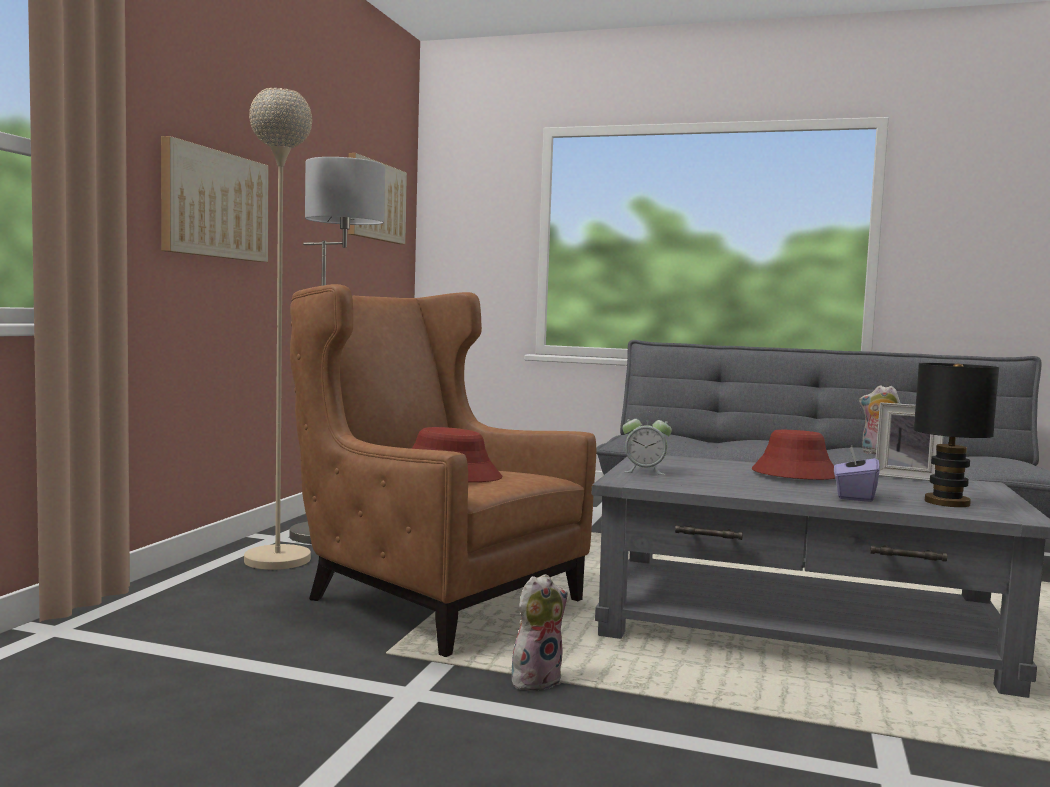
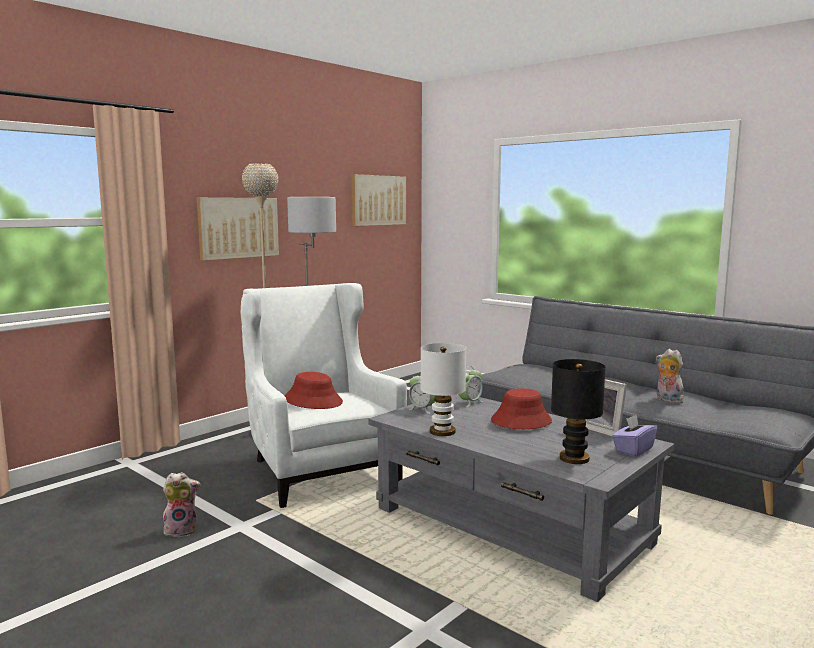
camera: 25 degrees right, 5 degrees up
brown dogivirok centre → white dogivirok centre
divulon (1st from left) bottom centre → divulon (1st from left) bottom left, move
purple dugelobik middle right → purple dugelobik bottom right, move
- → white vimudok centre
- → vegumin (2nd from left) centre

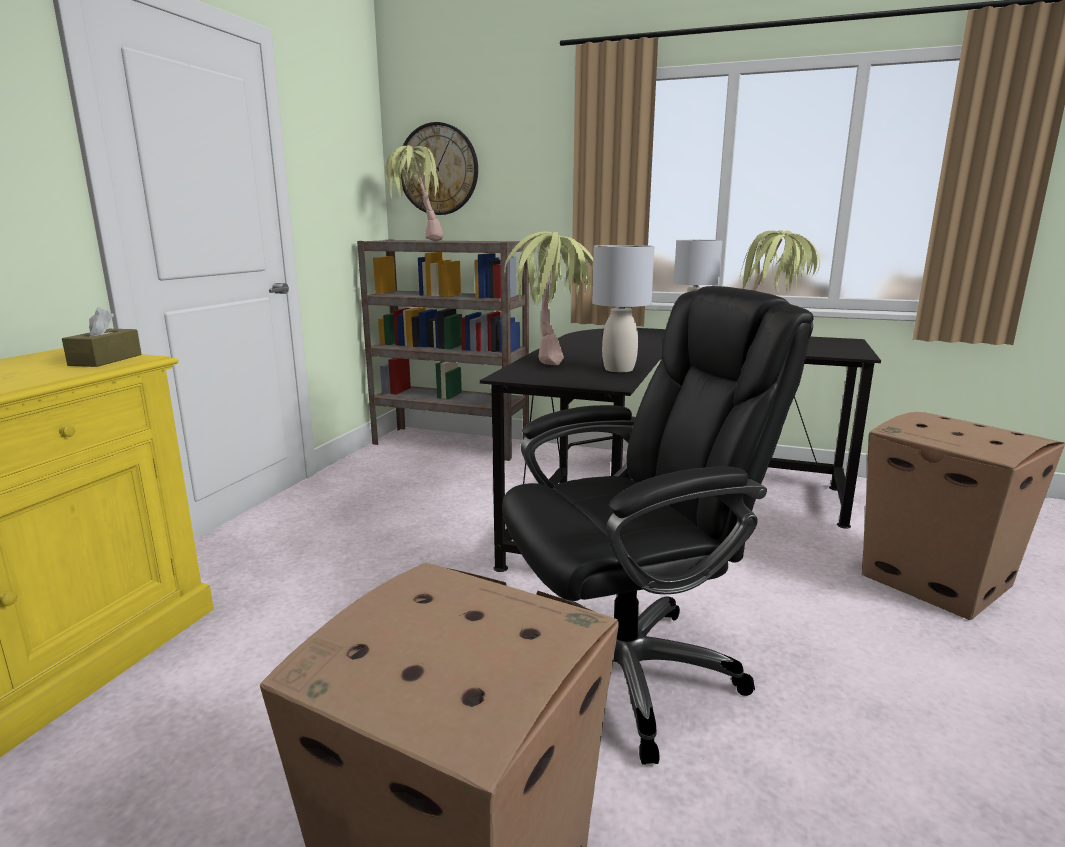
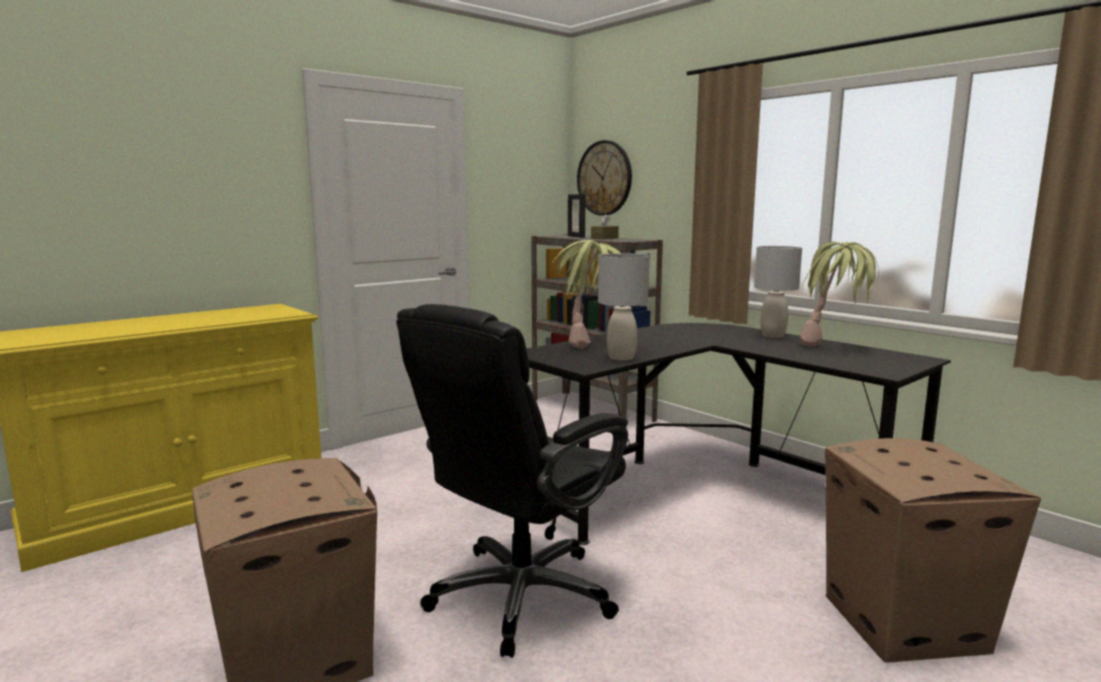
camera: 30 degrees right, 5 degrees down
brown dugelobik middle left → brown dugelobik top centre, move
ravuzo (1st from left) top centre → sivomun top centre
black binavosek centre → black binavosek bottom centre, 120 degrees clockwise

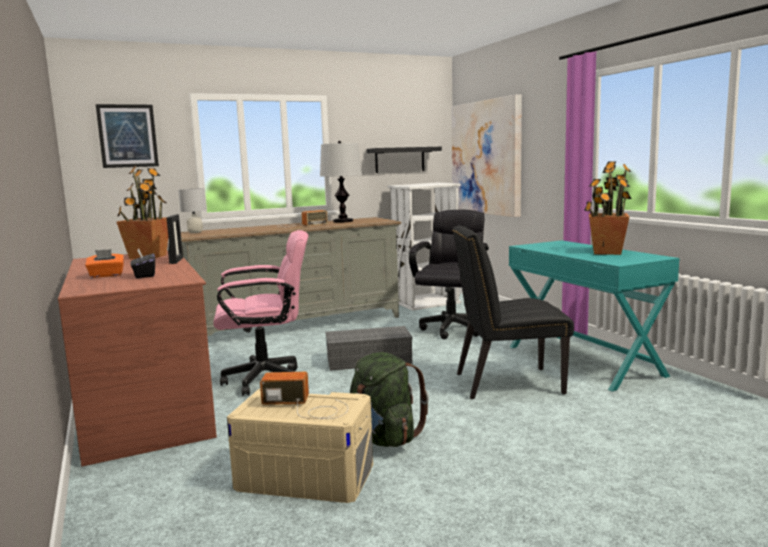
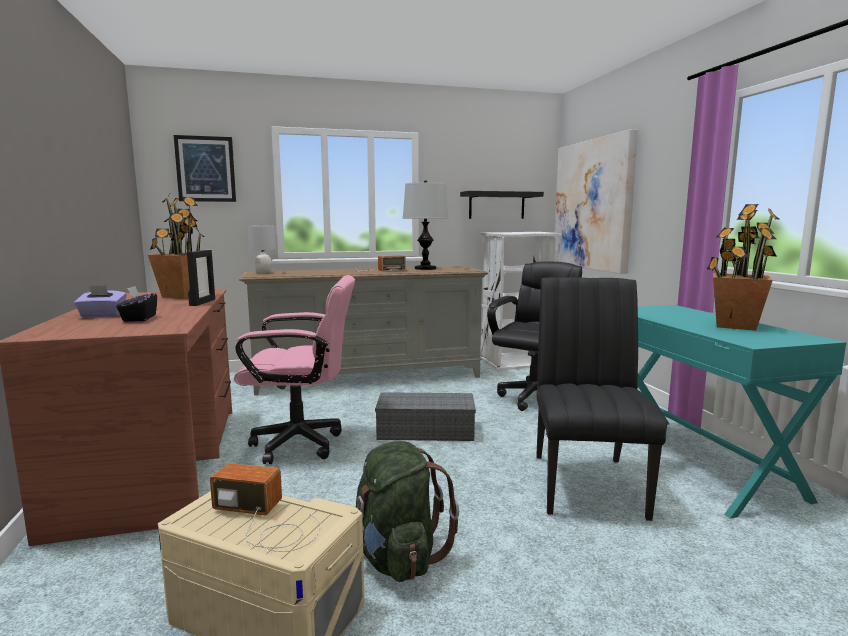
camera: 10 degrees right, 0 degrees up
orange dugelobik middle left → purple dugelobik middle left
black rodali middle right, 90 degrees clockwise

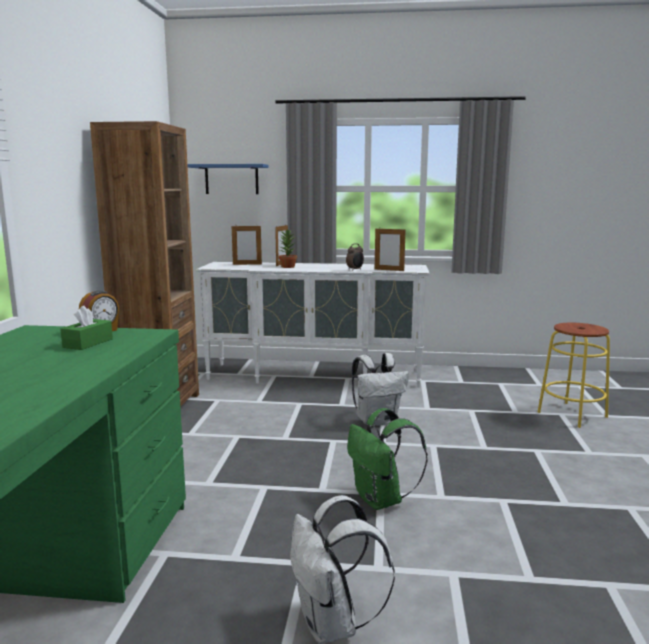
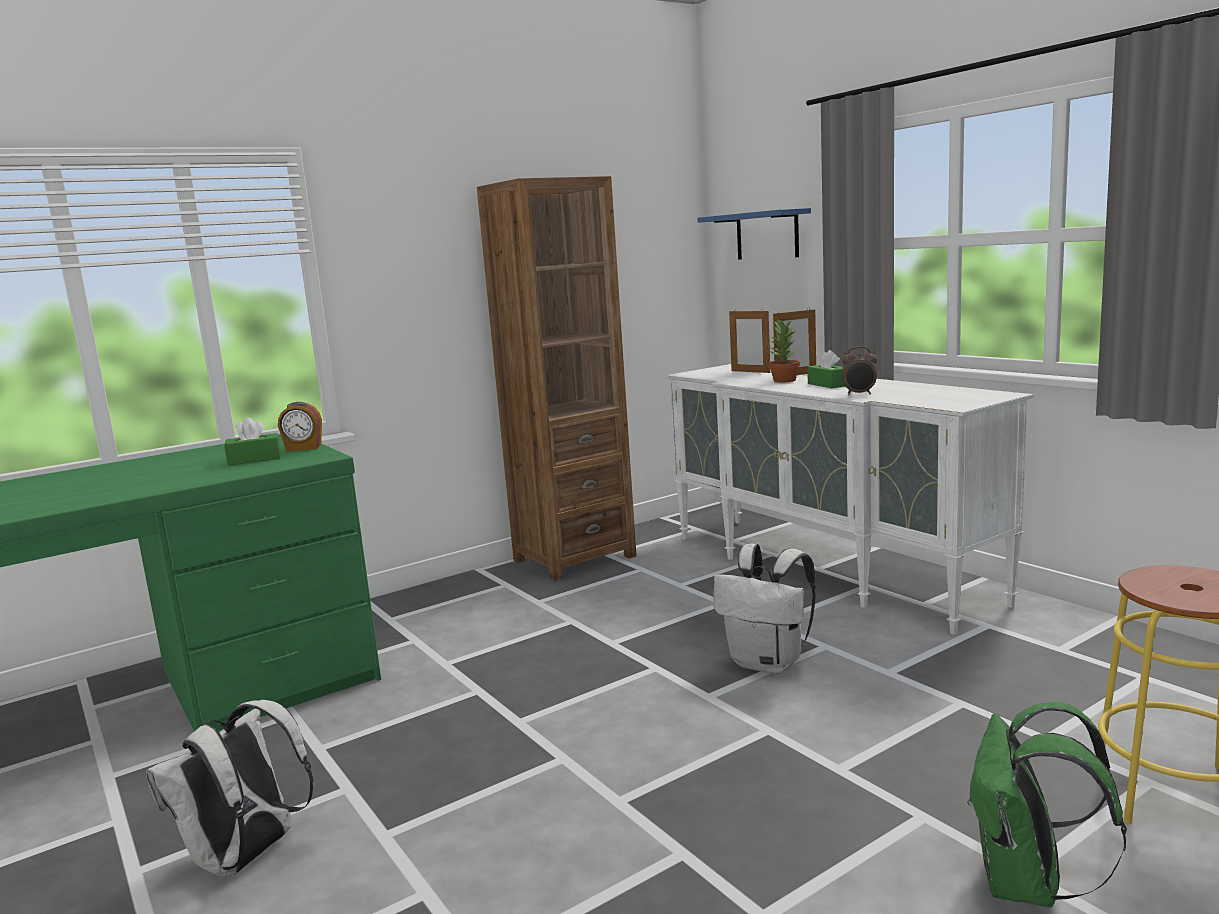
camera: 50 degrees right, 0 degrees up
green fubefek bottom centre → green fubefek bottom right, move
sivomun (3rd from left) centre → -
- → green dugelobik (2nd from left) middle right

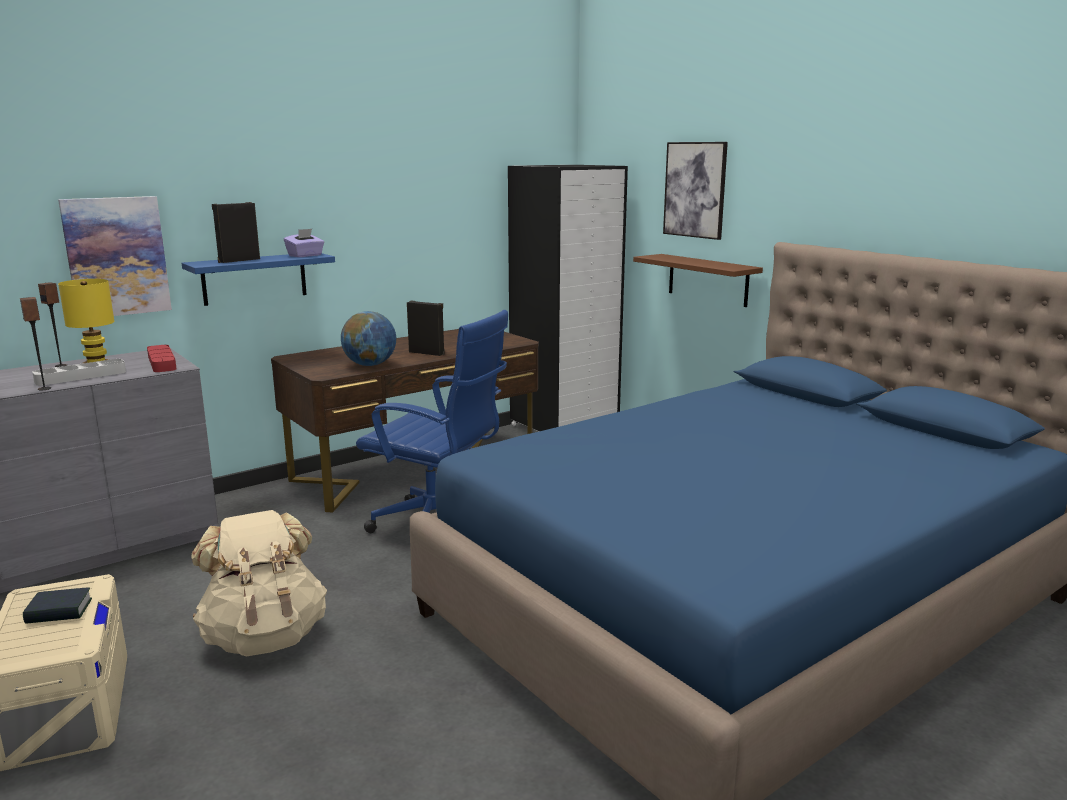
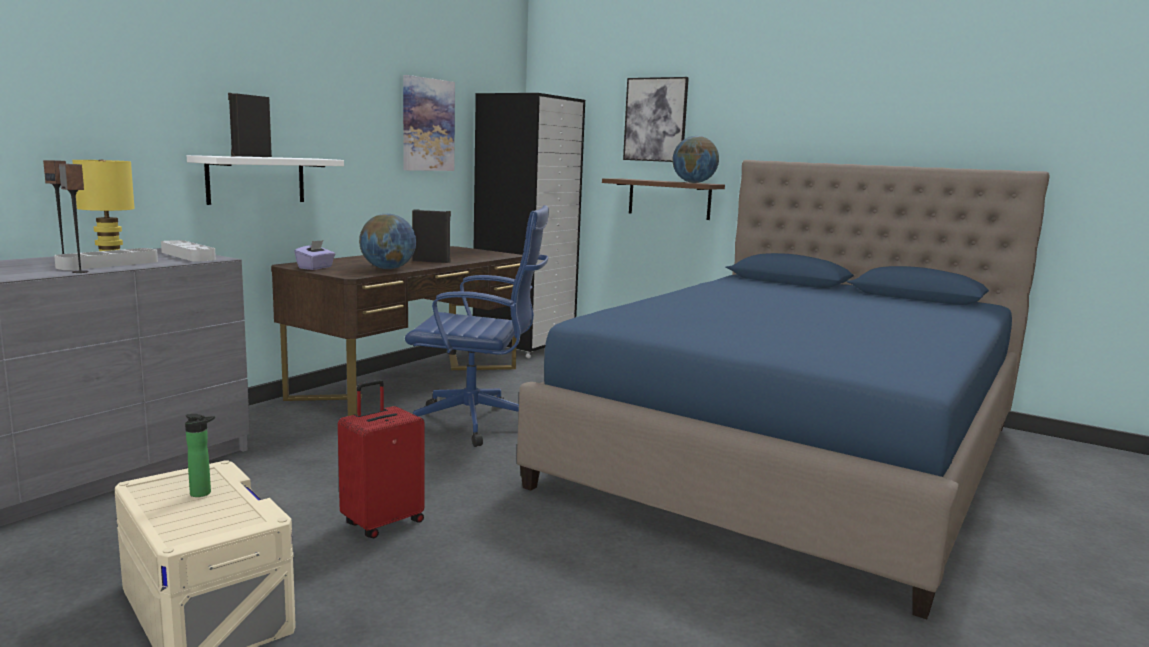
camera: 20 degrees left, 5 degrees down
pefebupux bottom left → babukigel bottom left
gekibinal (1st from left) top left → gekibinal (1st from left) top centre, move
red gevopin middle left → grey gevopin (2nd from left) middle left
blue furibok middle left → white furibok top left
beige fubefek bottom left → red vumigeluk bottom left
purple dugelobik top left → purple dugelobik middle left, move
- → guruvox (2nd from left) top centre

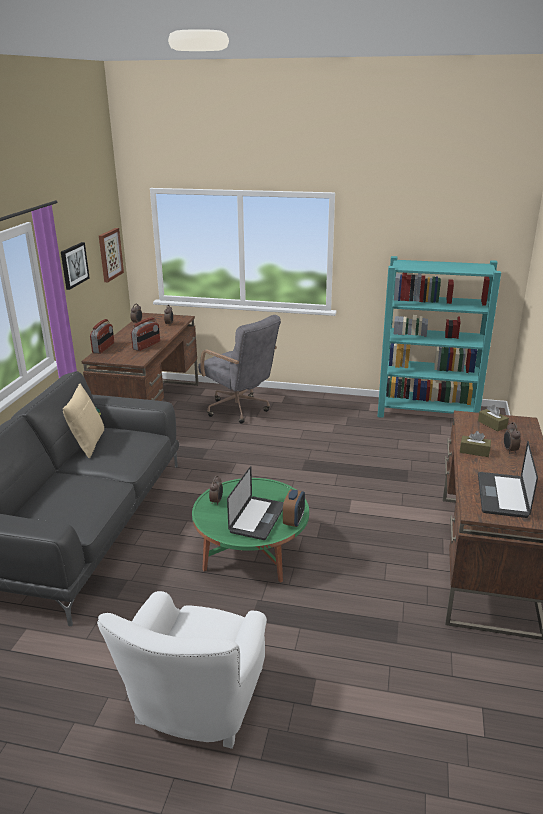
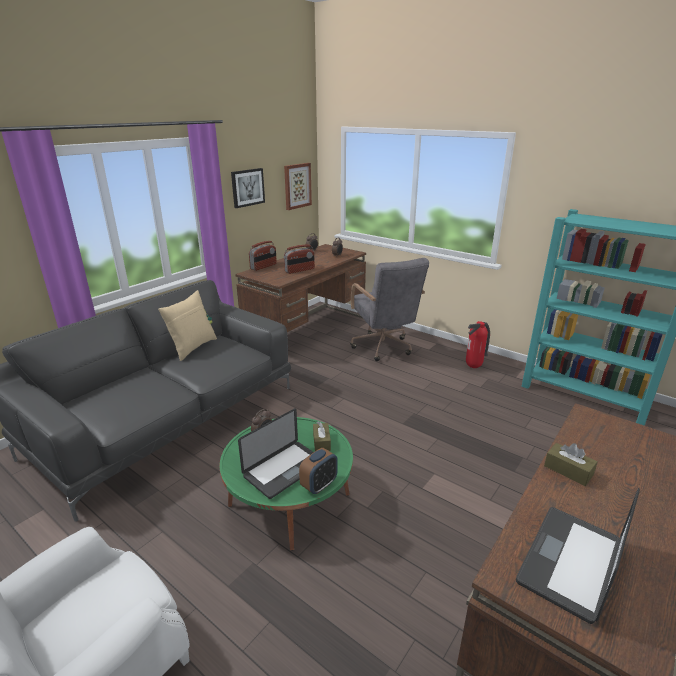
camera: 25 degrees right, 0 degrees up
brown dugelobik (2nd from left in the first image) middle right → brown dugelobik (1st from left) centre, move
vegumin (5th from left) middle right → -
- → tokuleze middle right

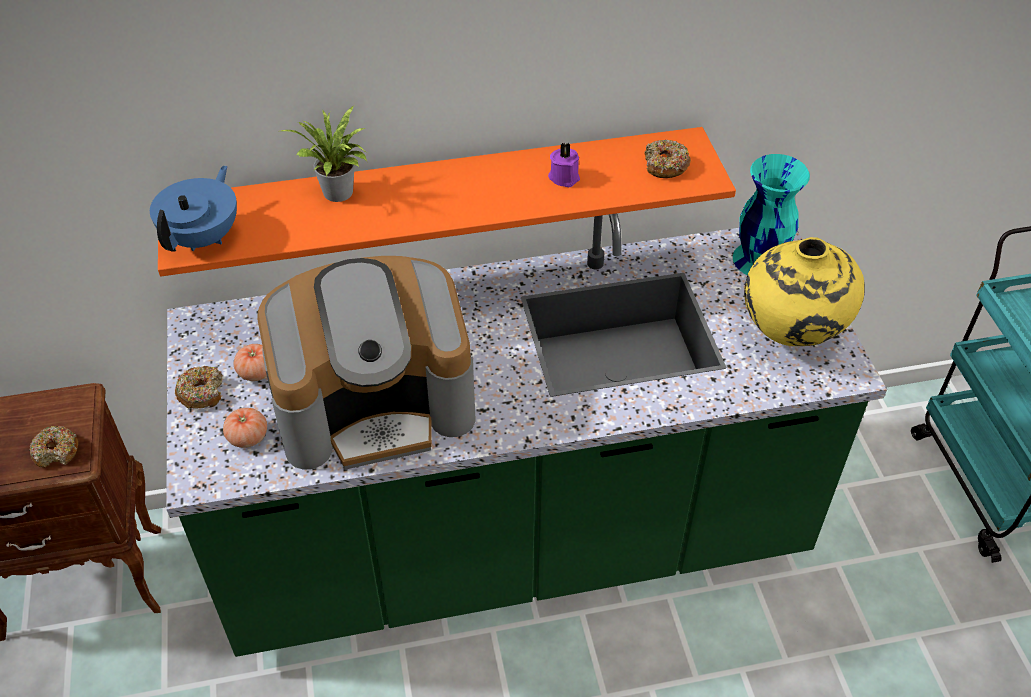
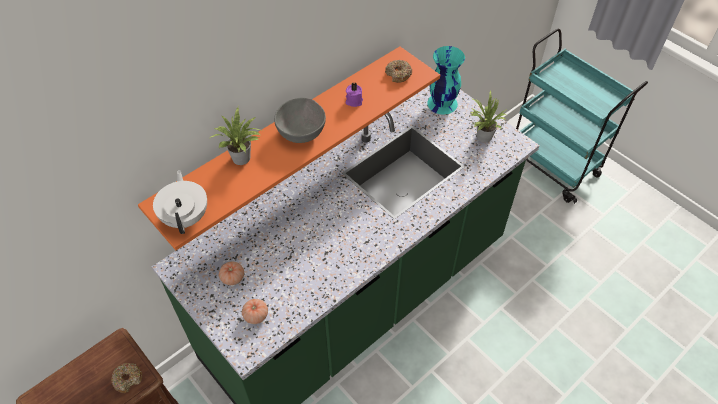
camera: 30 degrees left, 5 degrees up
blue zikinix top left → white zikinix middle left
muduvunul (2nd from left) middle left → -
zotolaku centre → -
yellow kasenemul middle right → ravuzo (2nd from left) top right
- → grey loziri top centre

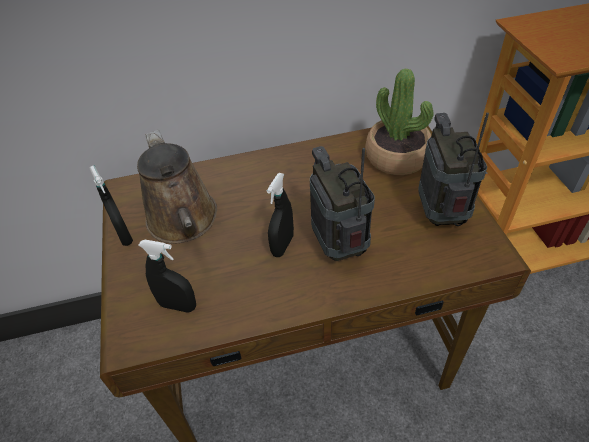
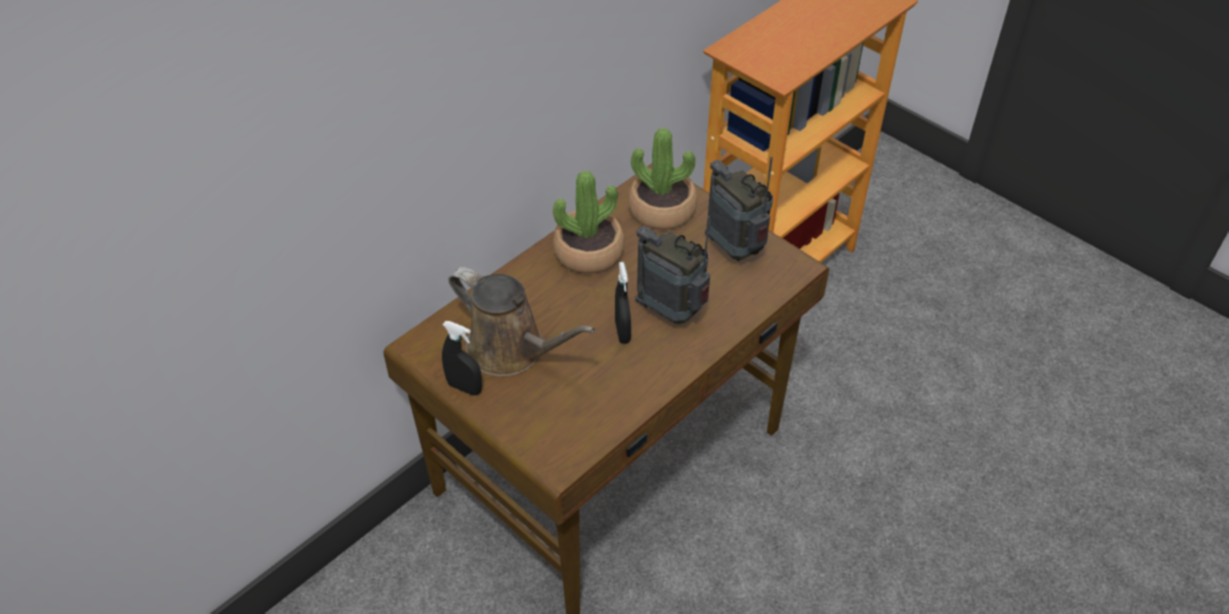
camera: 35 degrees left, 0 degrees up
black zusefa (2nd from left) middle left → -
- → ravuzo (1st from left) centre

